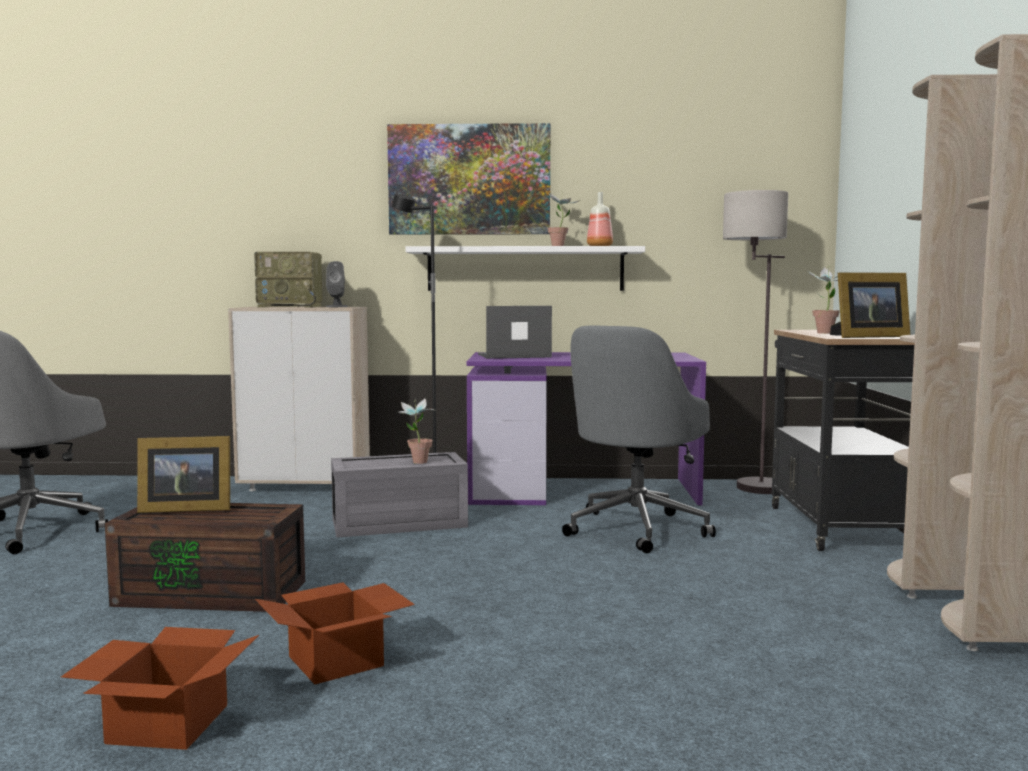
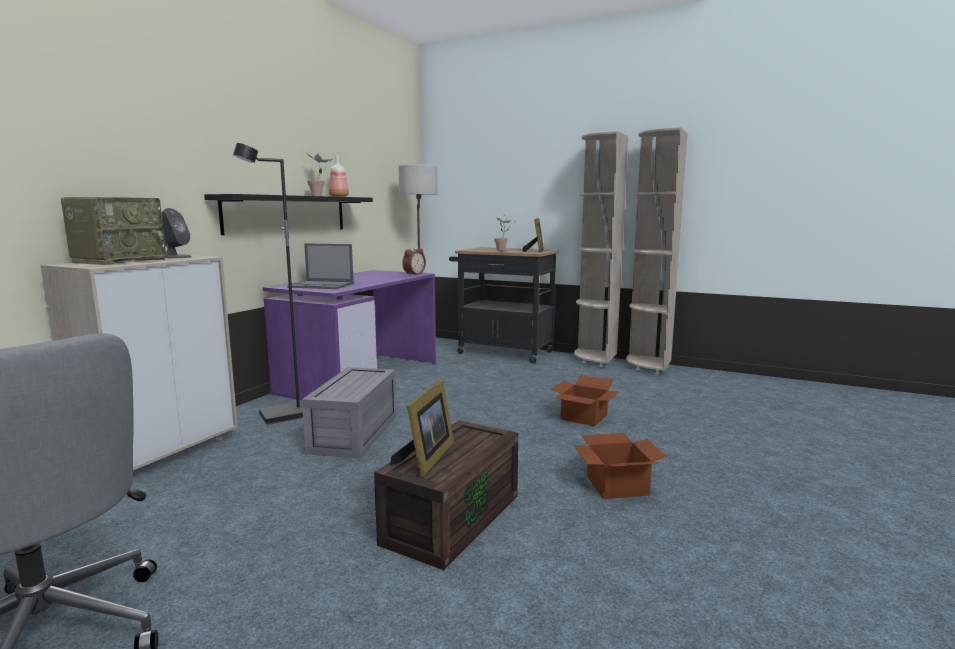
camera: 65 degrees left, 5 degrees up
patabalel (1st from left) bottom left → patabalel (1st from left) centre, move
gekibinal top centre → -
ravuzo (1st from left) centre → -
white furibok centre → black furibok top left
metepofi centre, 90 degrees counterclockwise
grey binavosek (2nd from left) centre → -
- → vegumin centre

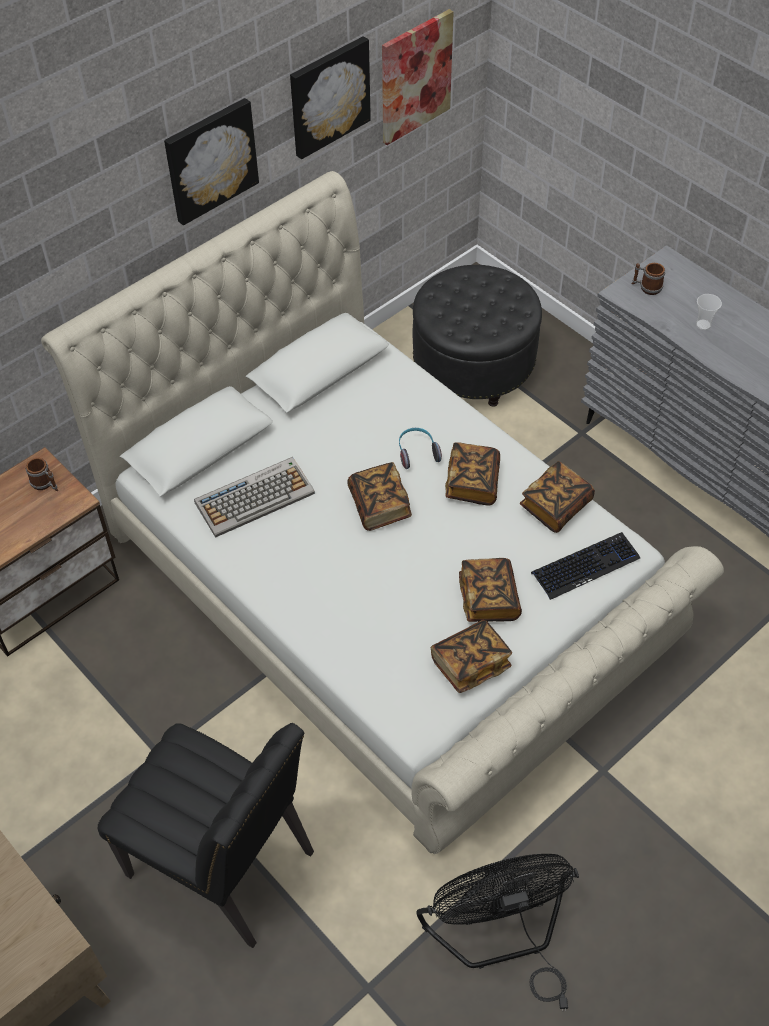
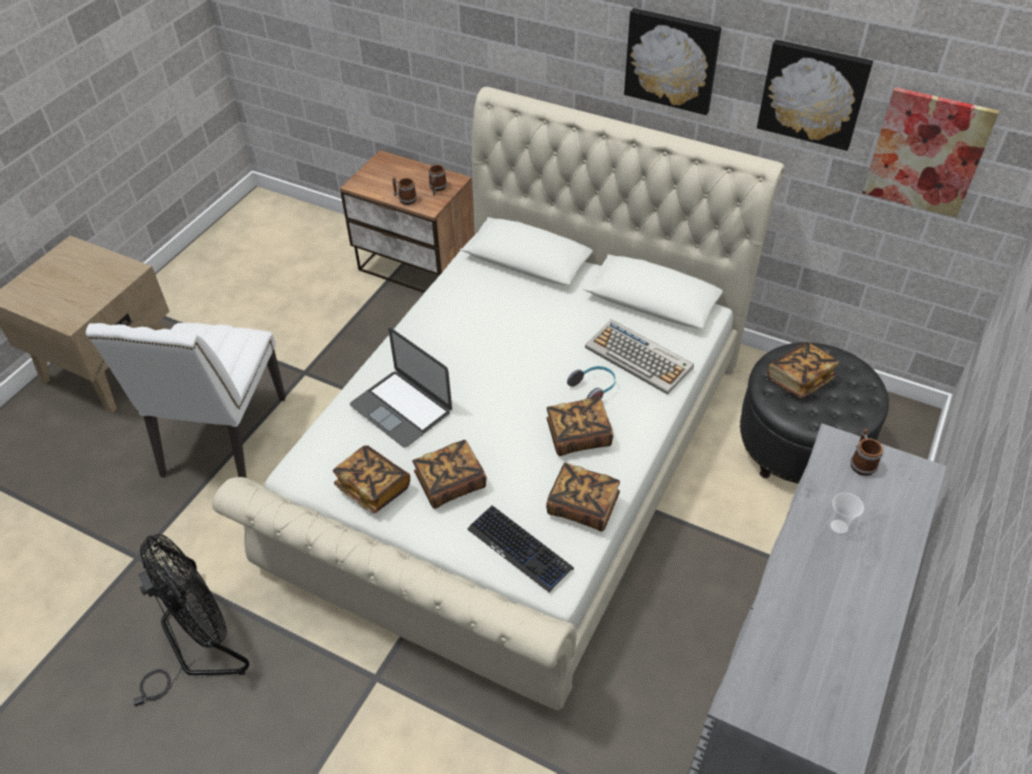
camera: 70 degrees right, 5 degrees down
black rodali bottom left → white rodali middle left
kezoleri (1st from left in the first image) middle left → kezoleri (2nd from left) centre, move
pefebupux (1st from left in the first image) centre → pefebupux (5th from left) middle right, move
- → metepofi centre
- → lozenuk (1st from left) top centre

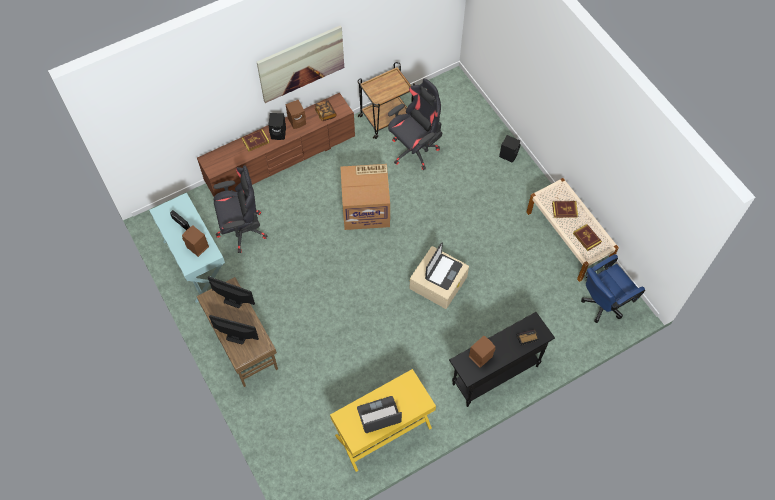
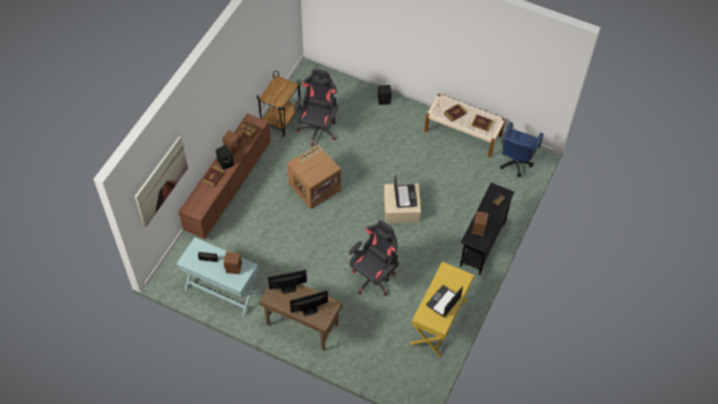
camera: 35 degrees left, 5 degrees down
black binavosek (1st from left in the first image) middle left → black binavosek (2nd from left) centre, move
gekibinal top centre → gekibinal middle left, move

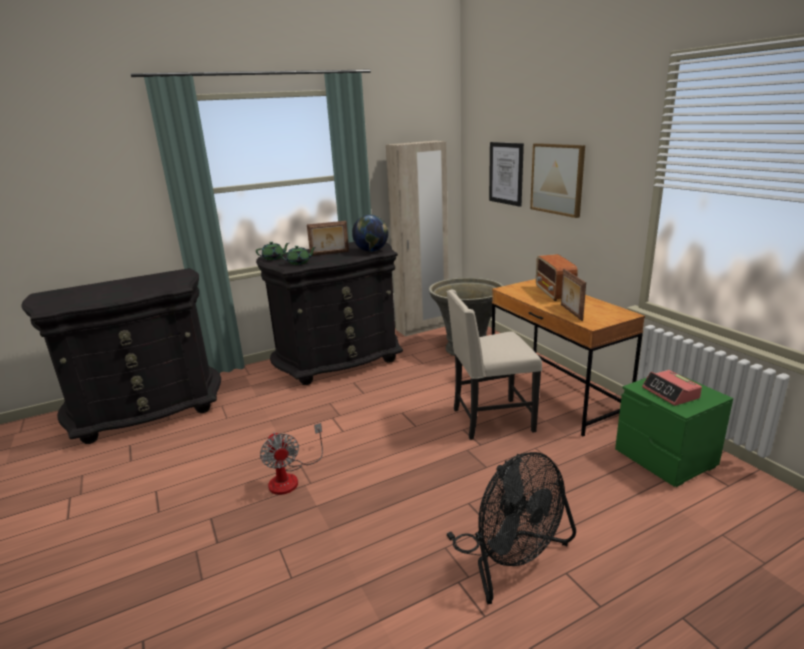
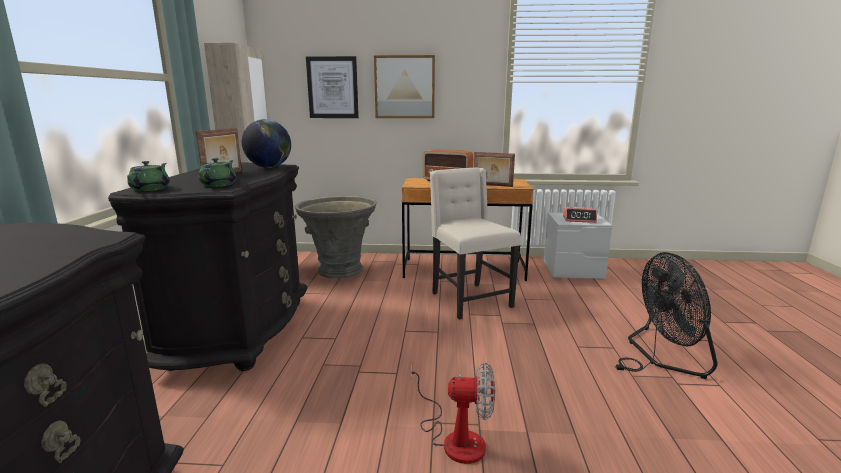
camera: 60 degrees left, 5 degrees down
beige rodali centre, 135 degrees clockwise
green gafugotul middle right → white gafugotul middle right

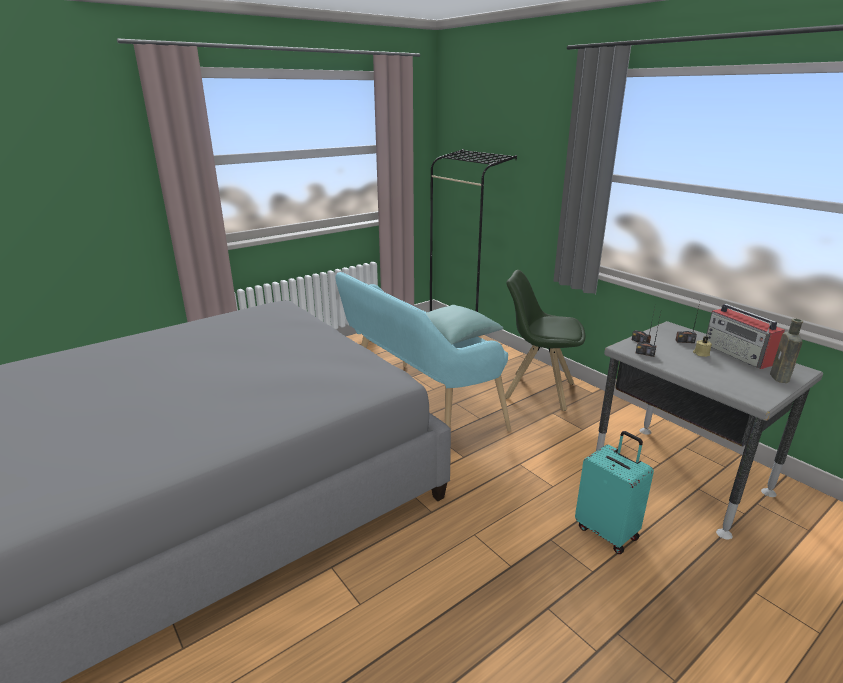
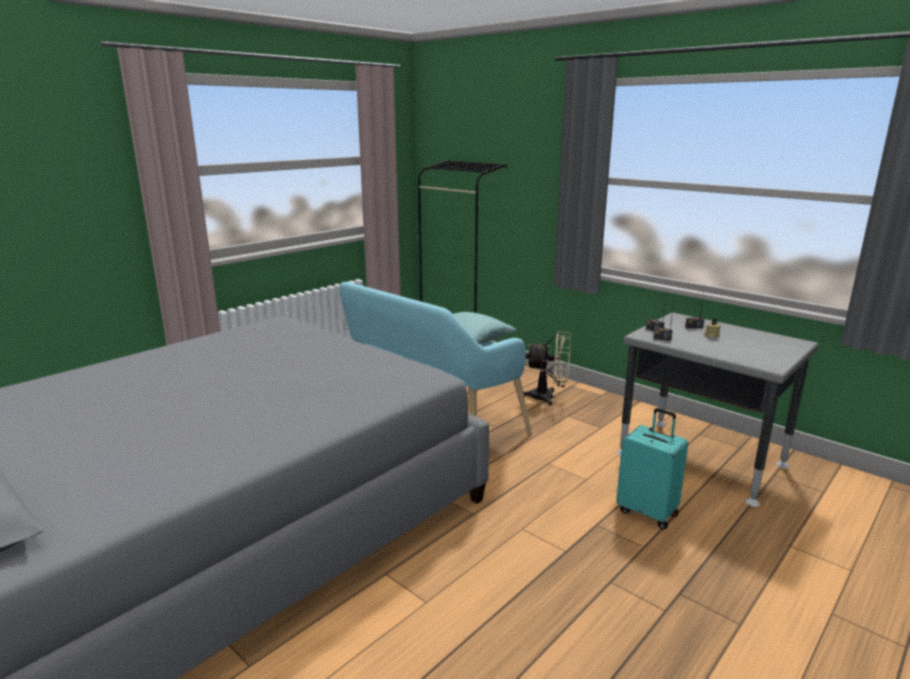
camera: 10 degrees left, 5 degrees down
green rodali centre → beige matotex centre
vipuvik (4th from left) middle right → -
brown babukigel middle right → -

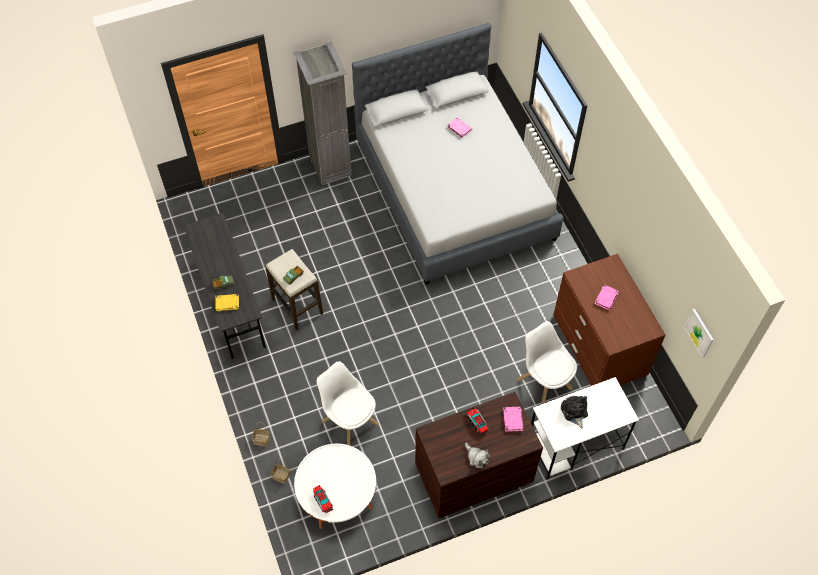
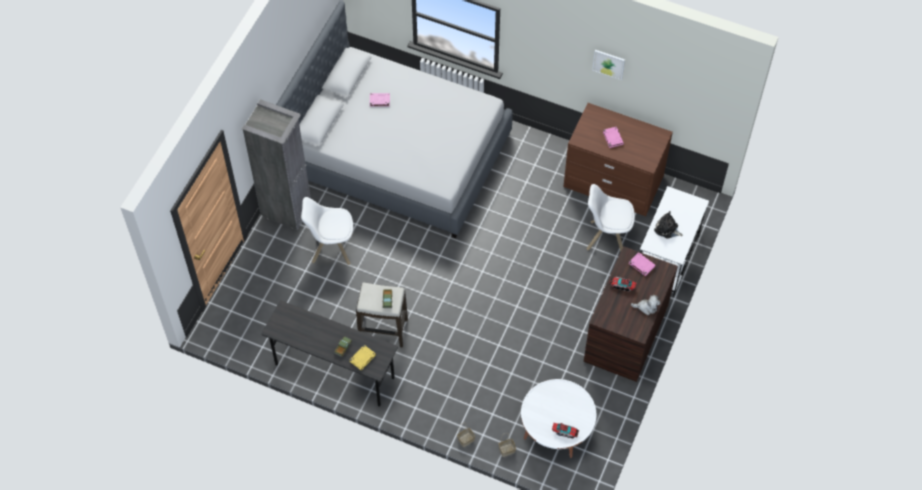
camera: 45 degrees left, 0 degrees up
white rodali (1st from left) bottom centre → white rodali (1st from left) centre, move
gekibinal middle right → gekibinal top centre, move

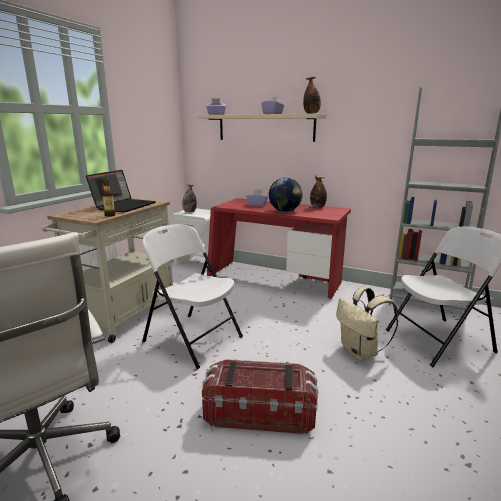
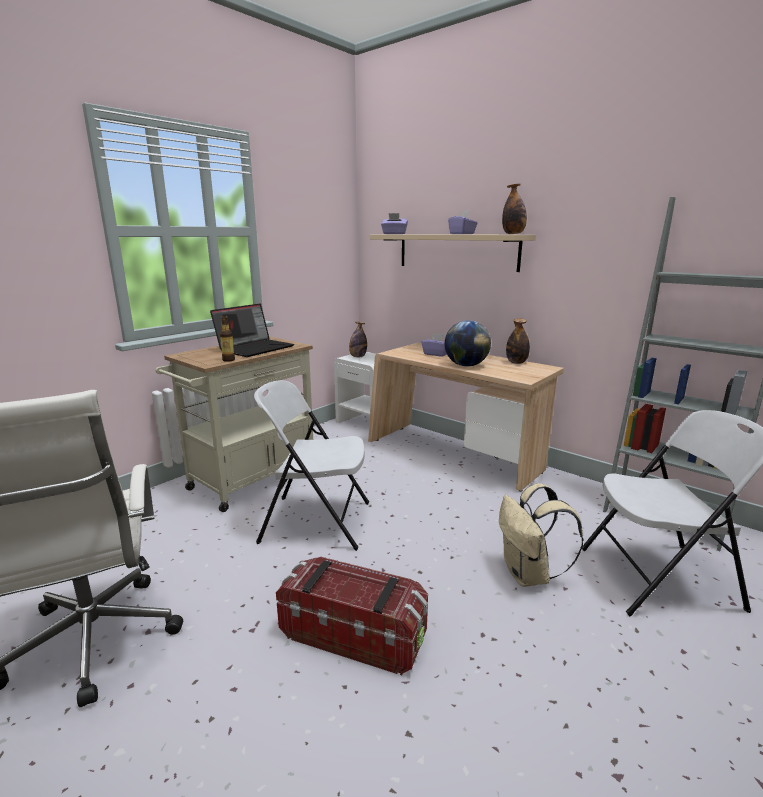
camera: 15 degrees right, 0 degrees up
white rodali (1st from left) centre, 45 degrees counterclockwise
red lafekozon centre → beige lafekozon centre

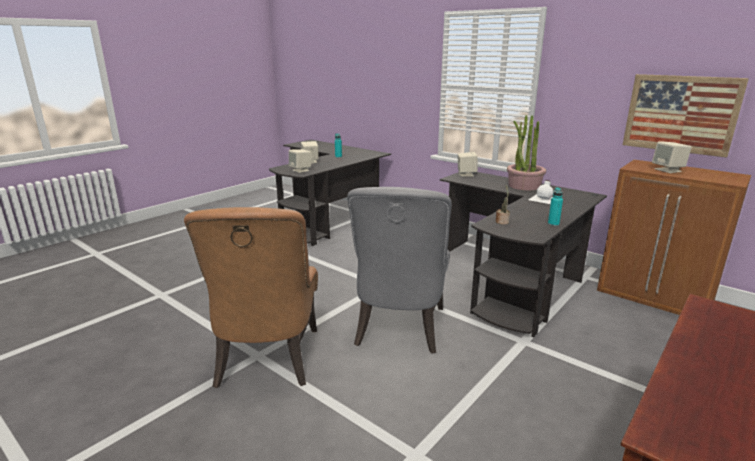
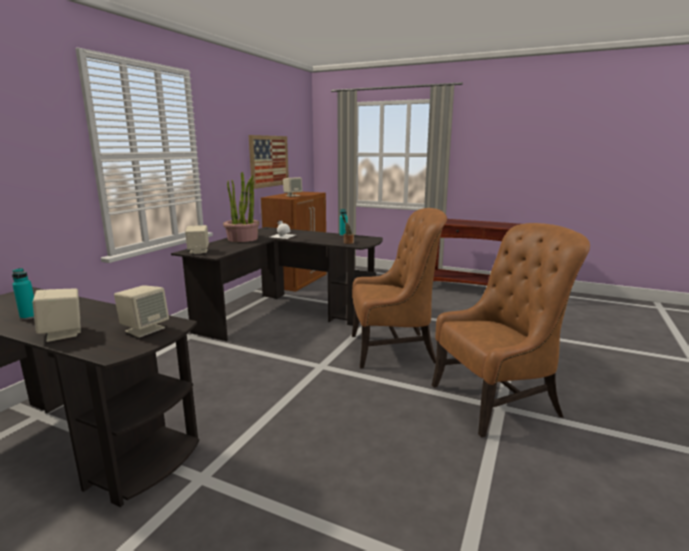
camera: 105 degrees left, 5 degrees down
grey rodali centre → brown rodali (1st from left) centre

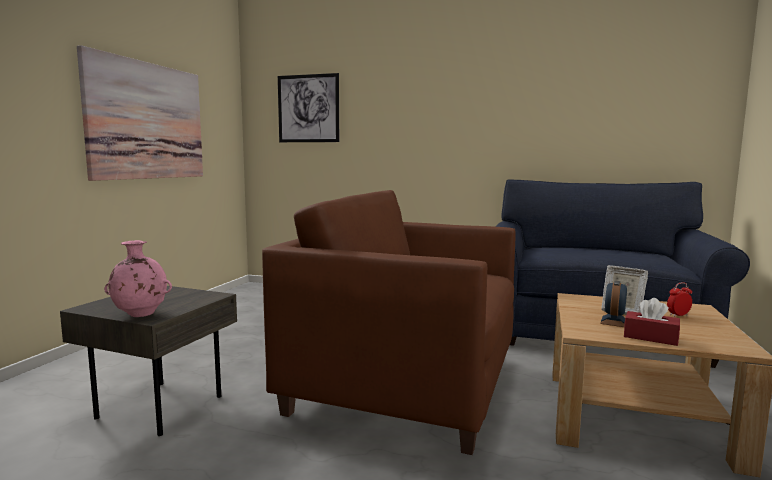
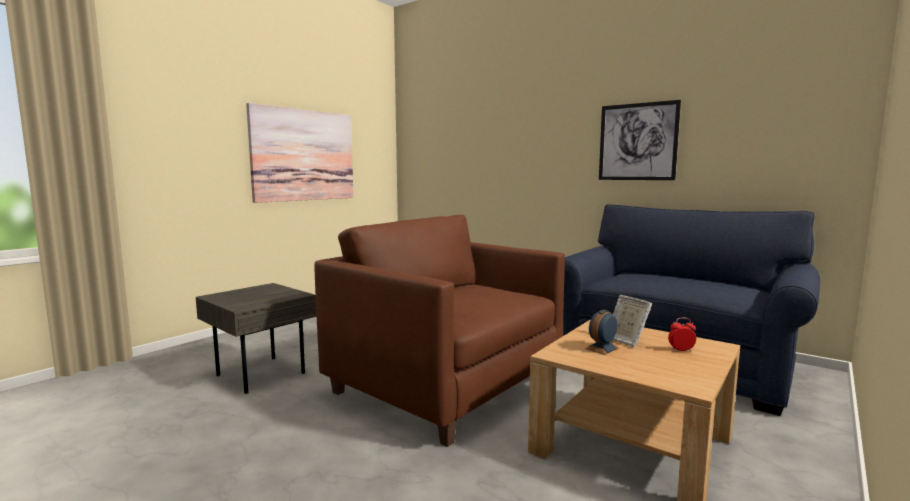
camera: 20 degrees right, 0 degrees up
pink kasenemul middle left → -
gekibinal (2nd from left) top centre → gekibinal (2nd from left) top right, move
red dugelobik bottom right → -

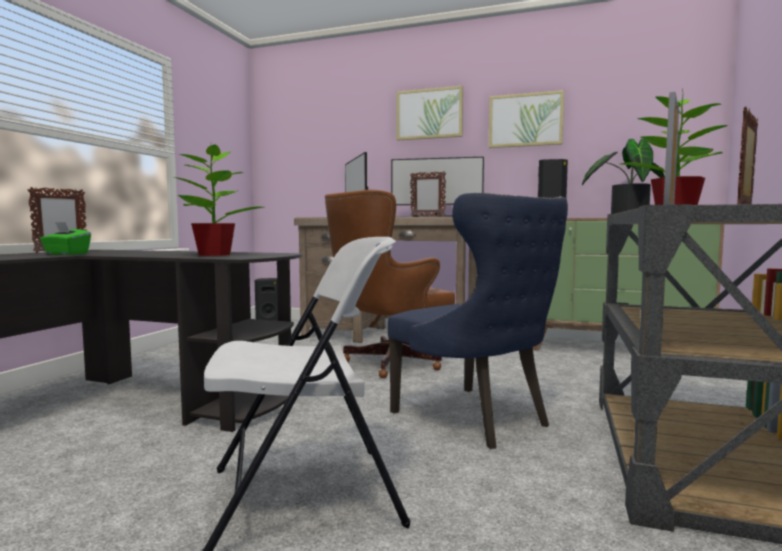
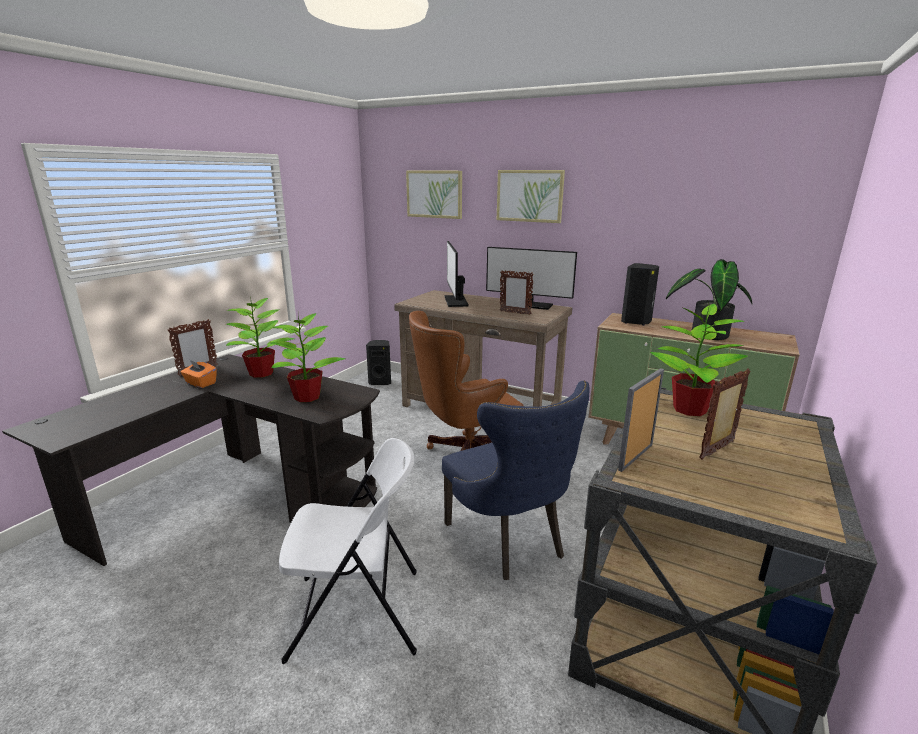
camera: 10 degrees right, 15 degrees up
green dugelobik middle left → orange dugelobik middle left
gekibinal (2nd from left in the first image) top right → gekibinal (1st from left) top centre, move
- → ravuzo (1st from left) middle left

